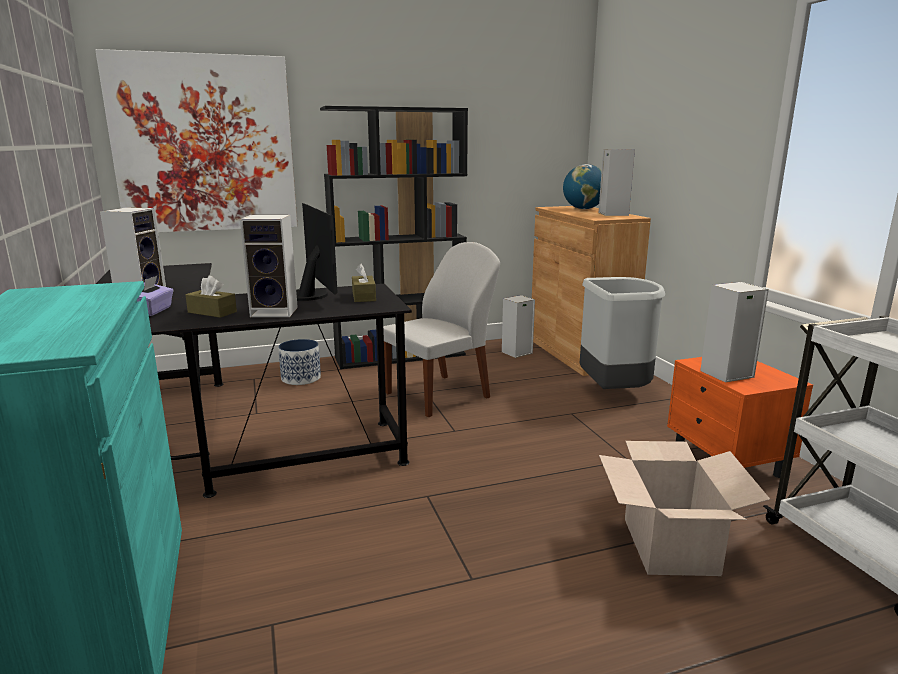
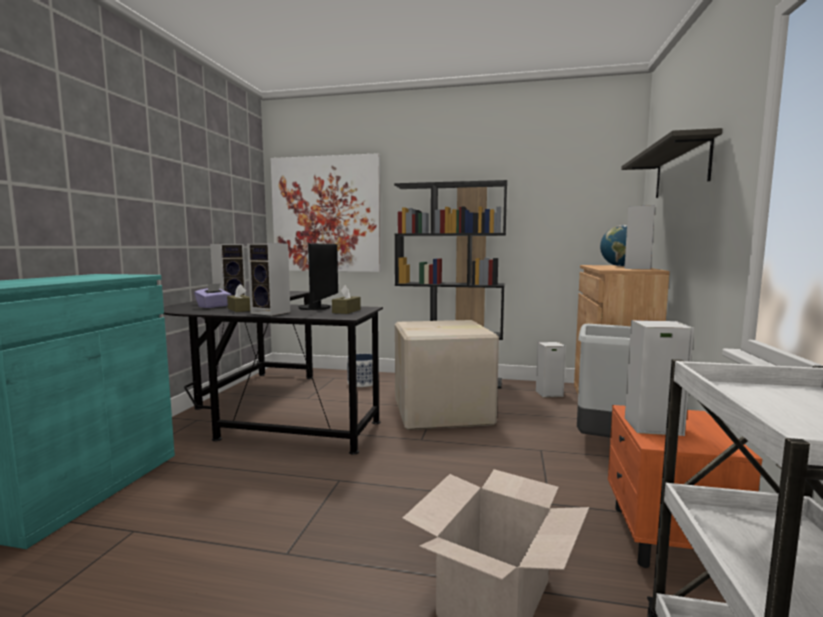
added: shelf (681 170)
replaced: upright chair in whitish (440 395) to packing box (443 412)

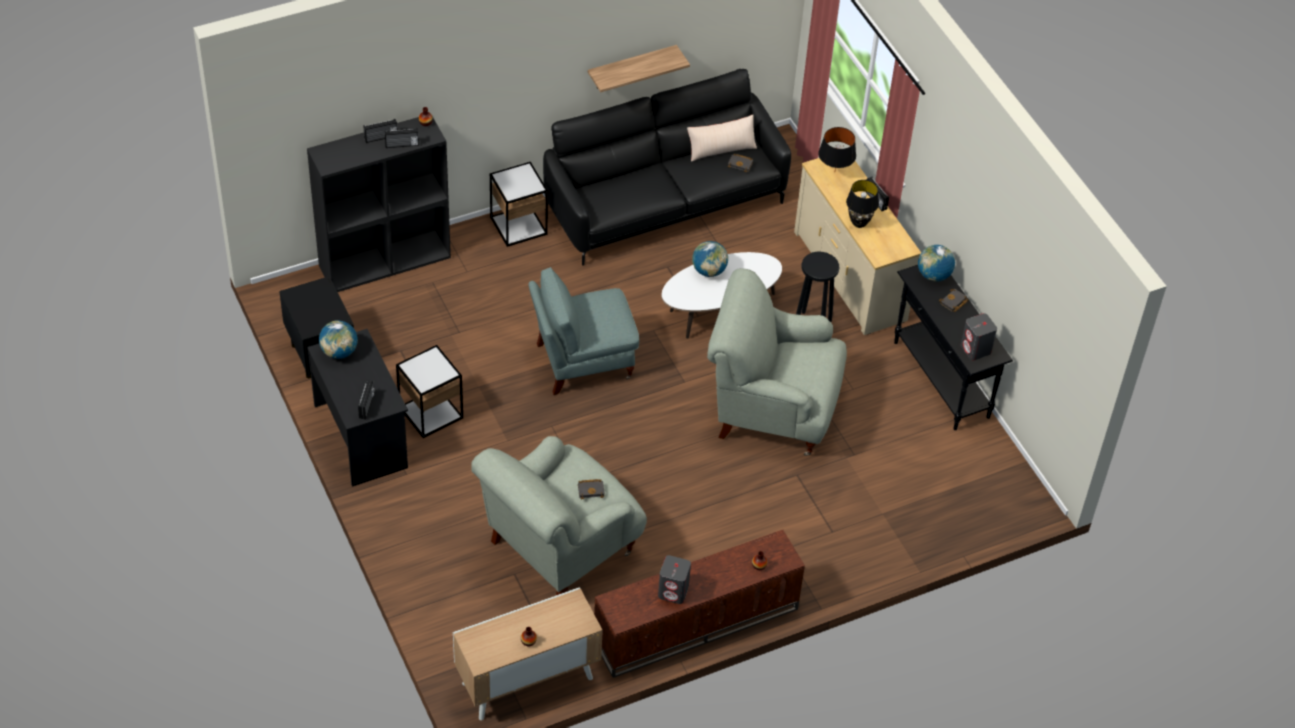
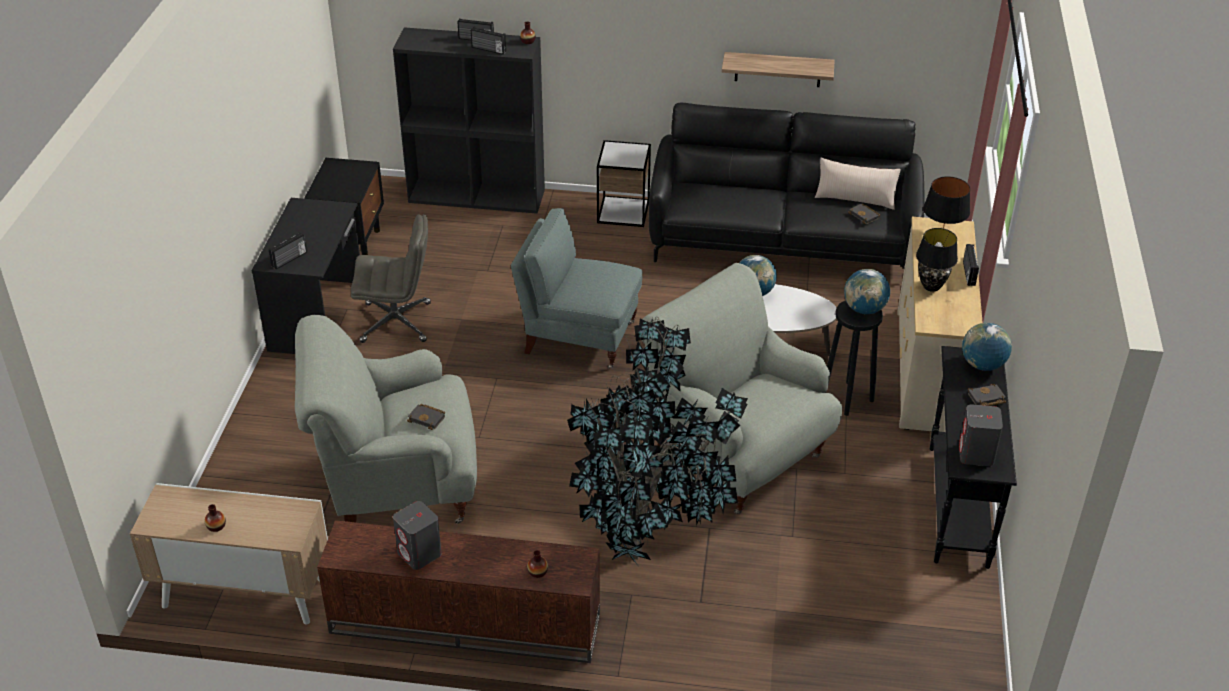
added: plant in a pot (649 557)
moved: desk globe (339 352) to (864 309)
replaced: side table (431 412) to desk chair in greyish (397 322)

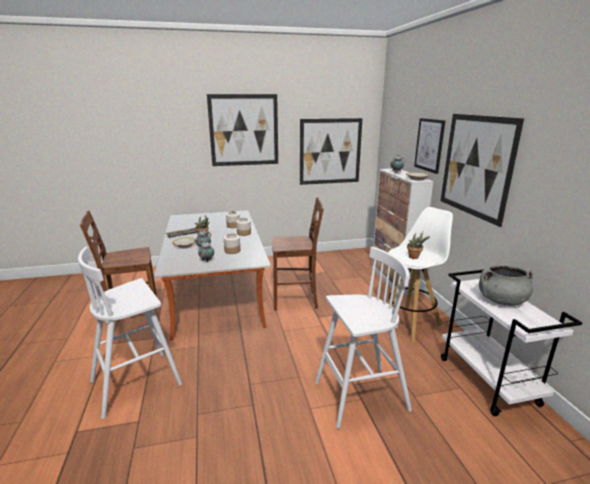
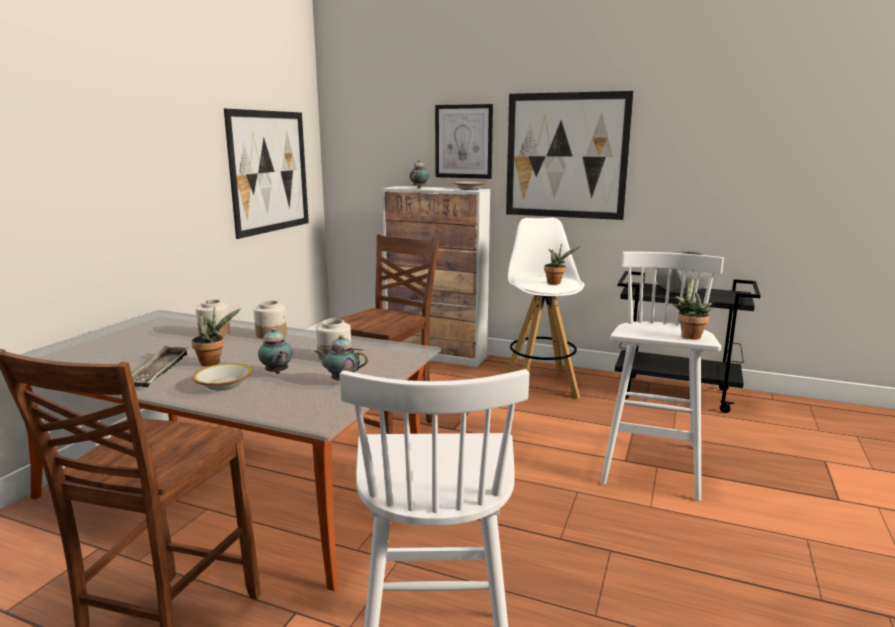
removed: wall art (244 130)
added: plant in a pot (689 335)
recoloured: trolley in whitish (488 381) to trolley in blackish (676 393)

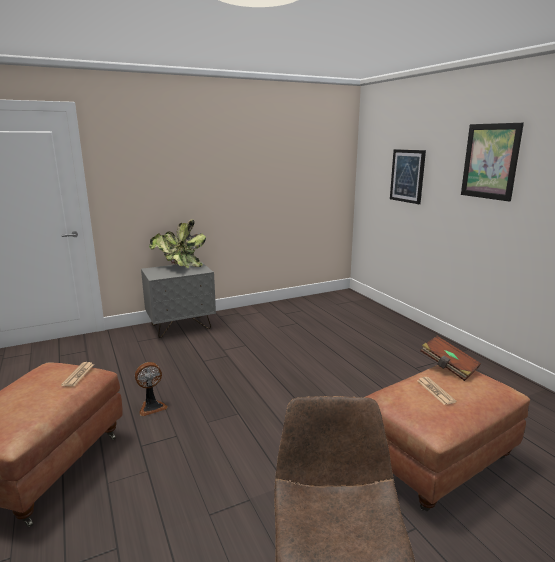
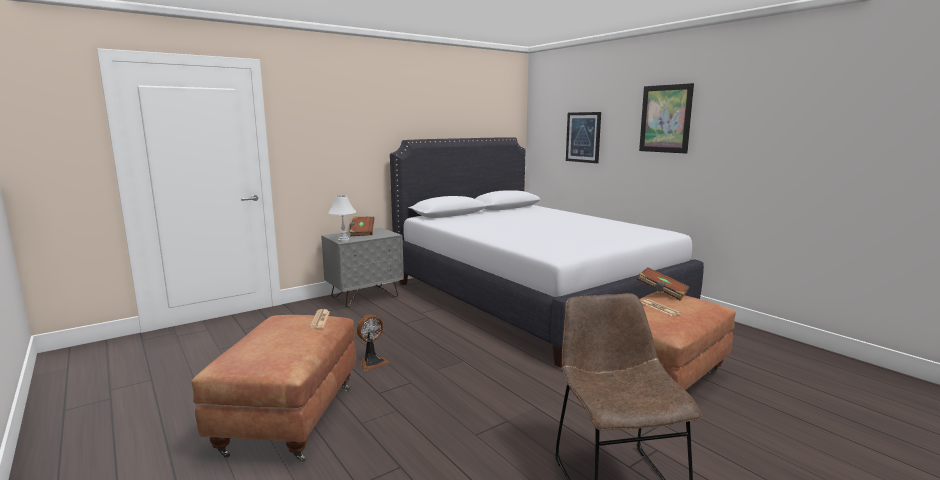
added: table lamp in whitish (343 241); sleeping bed in whitish (532 298)
replaced: plant in a pot (178 267) to bound book in brown-coloured (361 233)

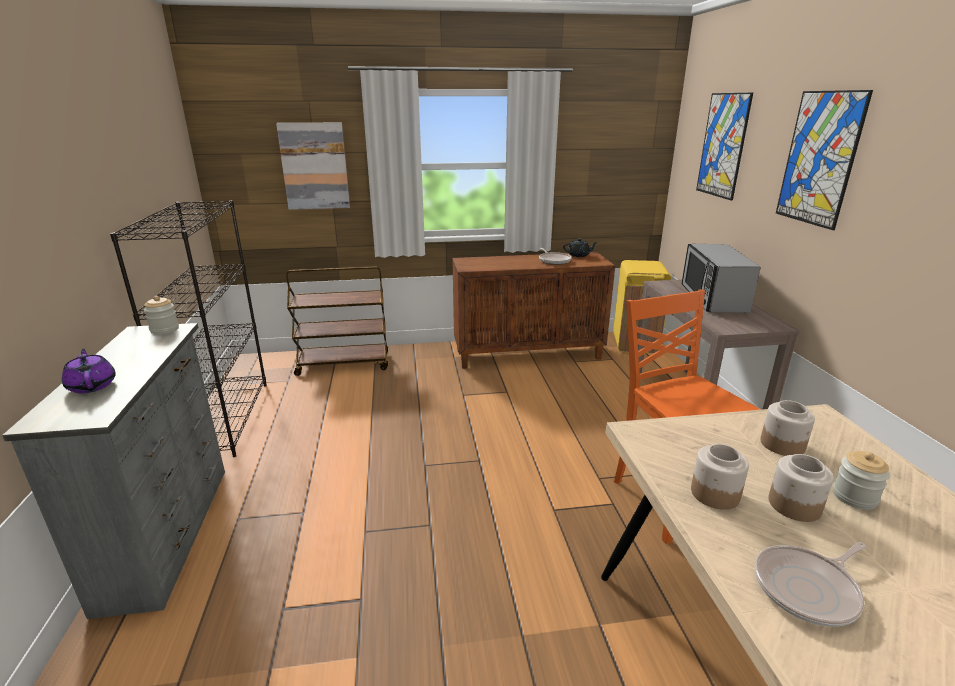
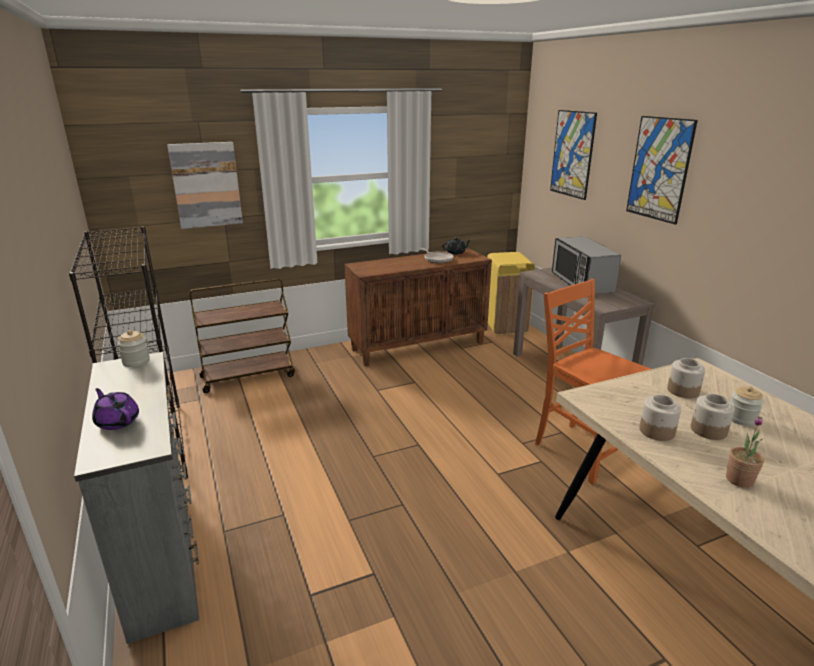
replaced: pan (808 589) to plant in a pot (739 480)

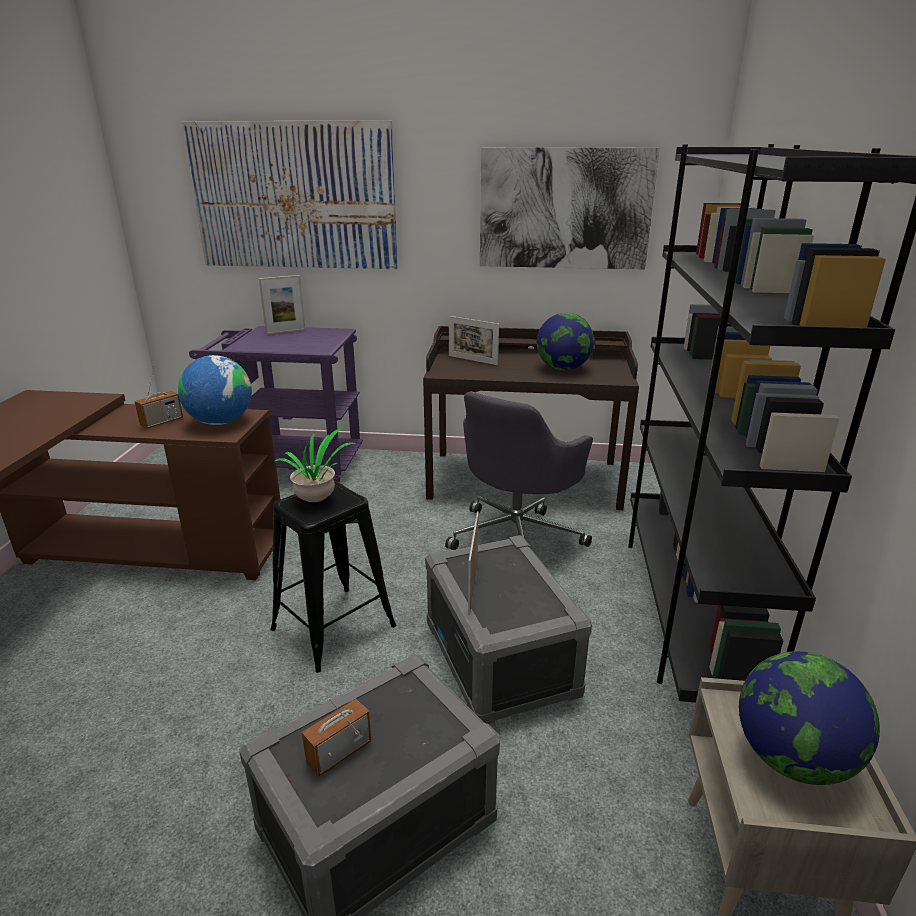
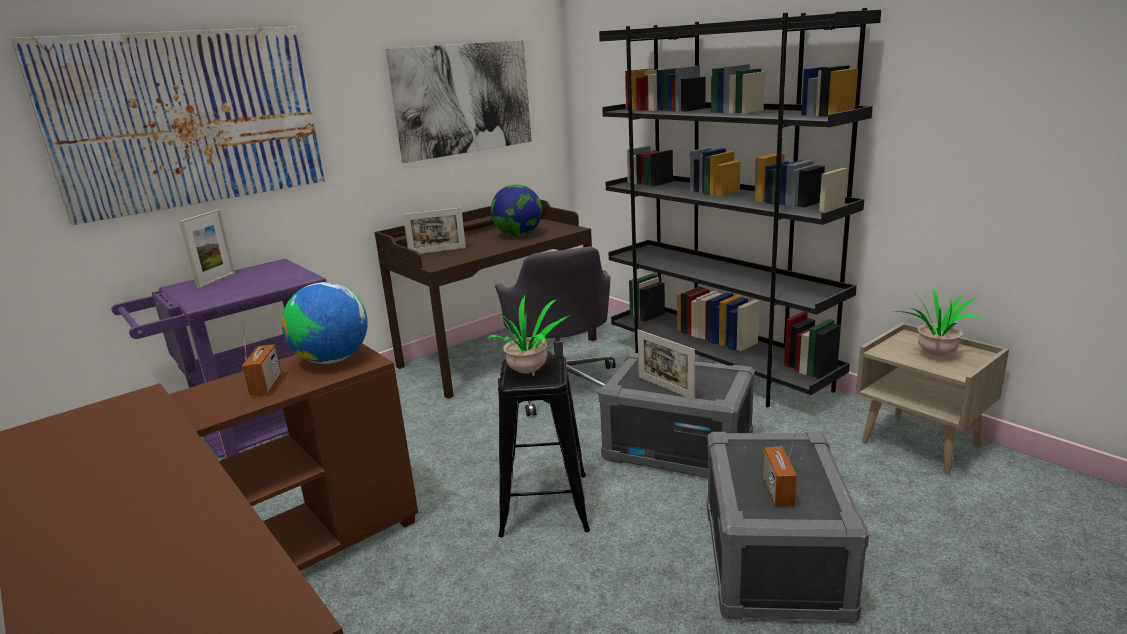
replaced: desk globe (792 759) to plant in a pot (934 354)

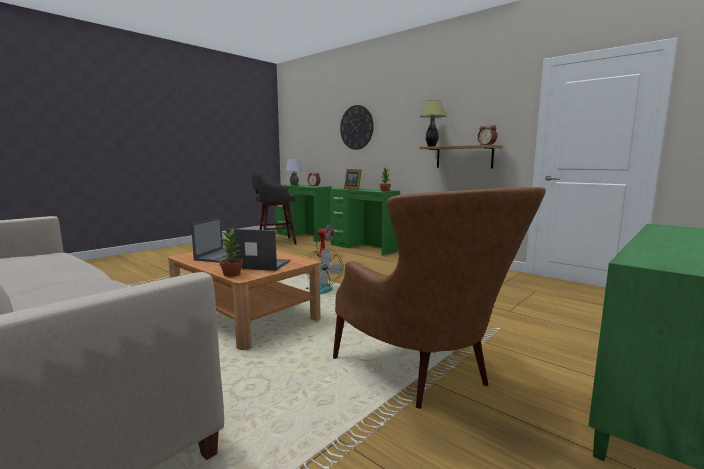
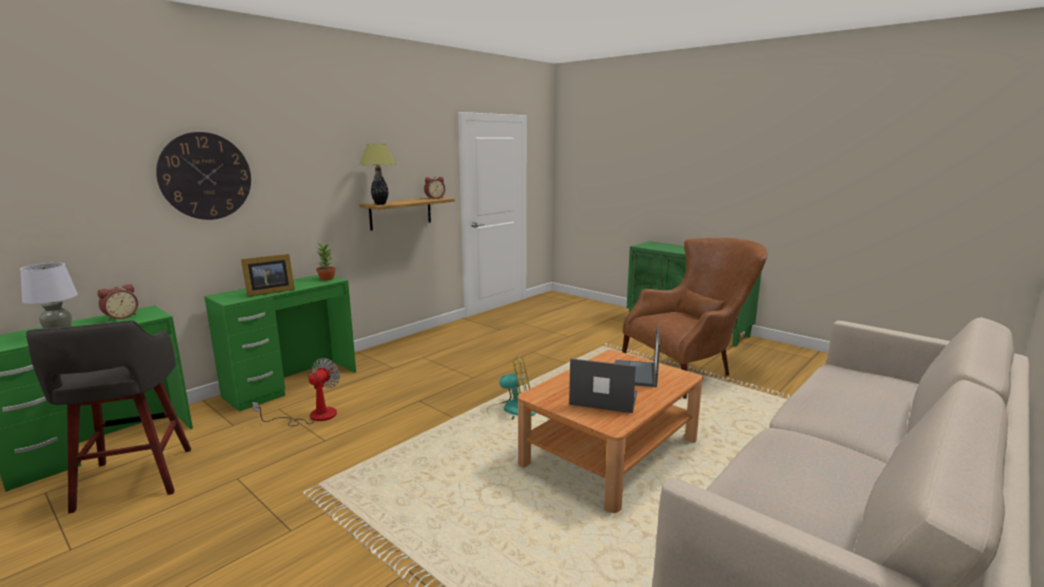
removed: plant in a pot (232 274)

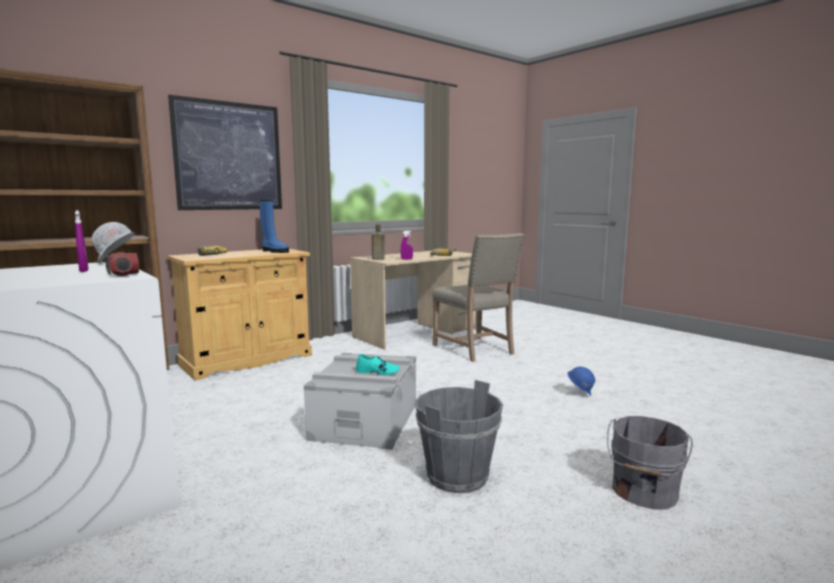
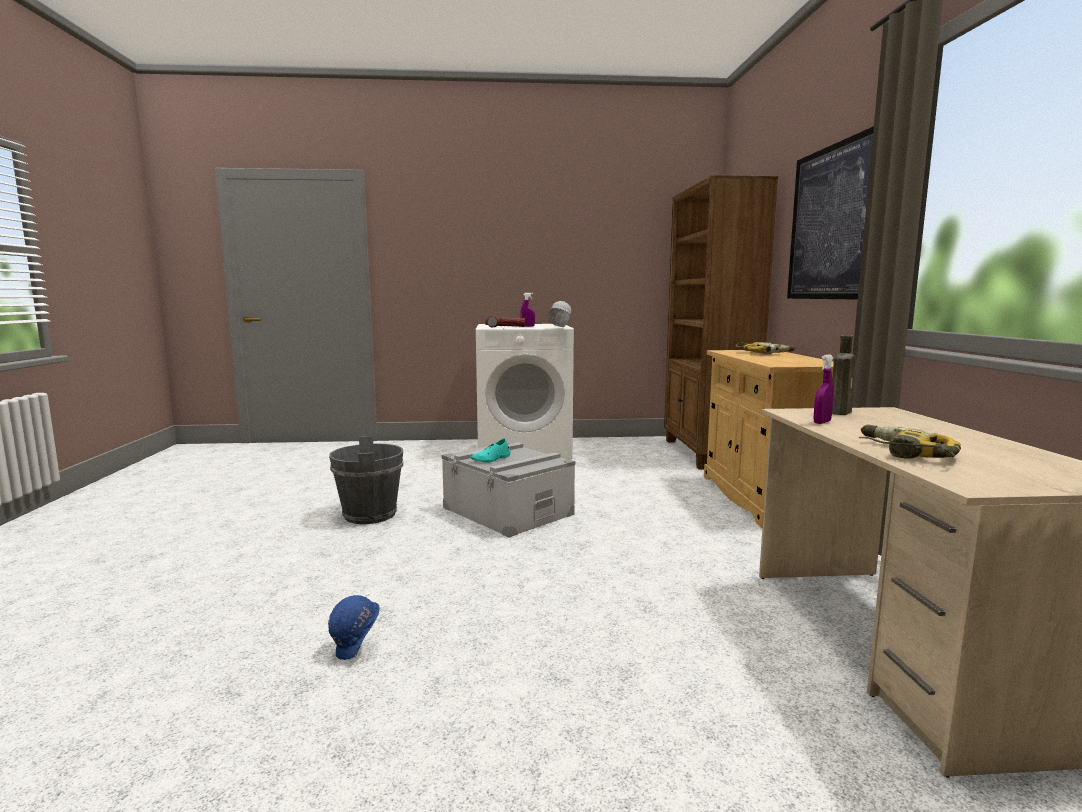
removed: tall boot in blue-coloured (274 251); upright chair in sand-coloured (475 349); bucket in greyish (643 492)

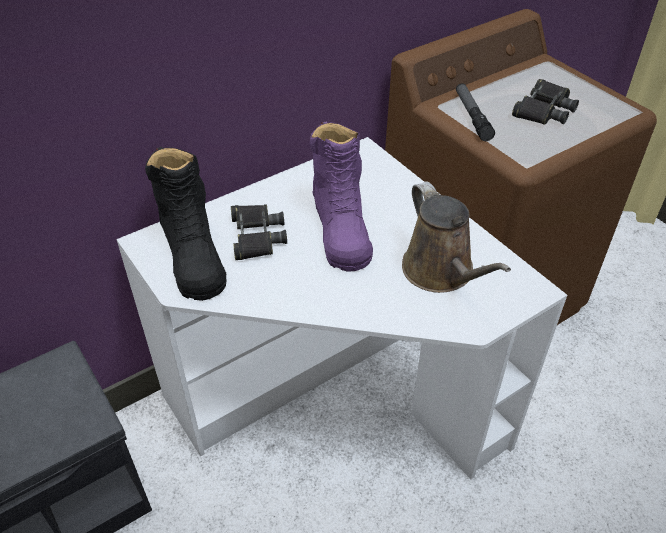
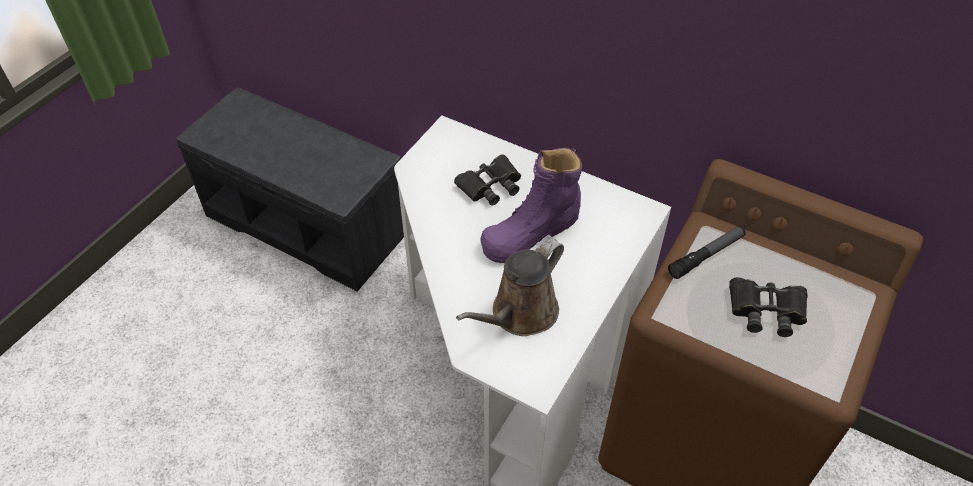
removed: tall boot in blackish (193 256)

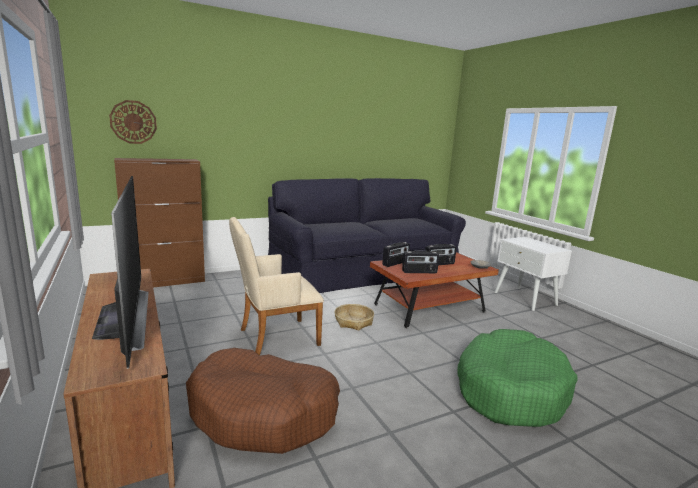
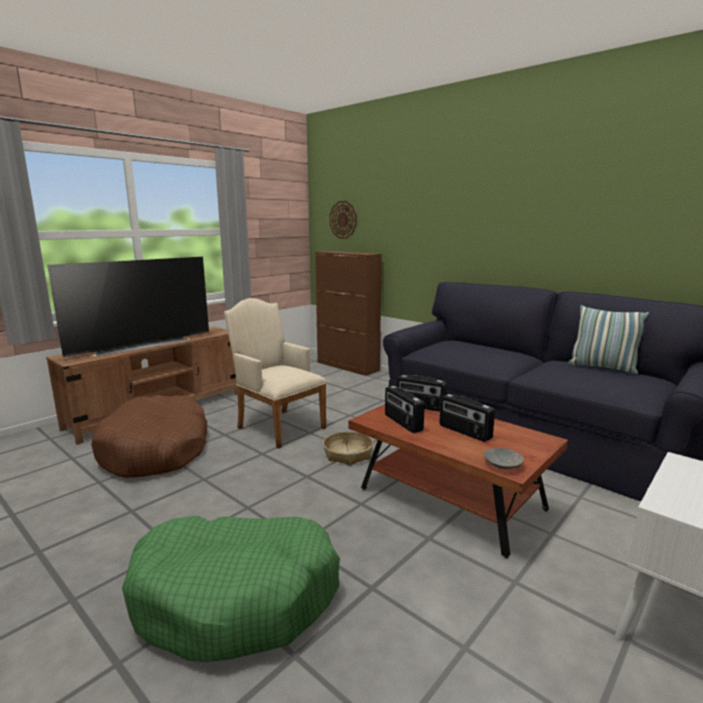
added: pillow (602 368)

